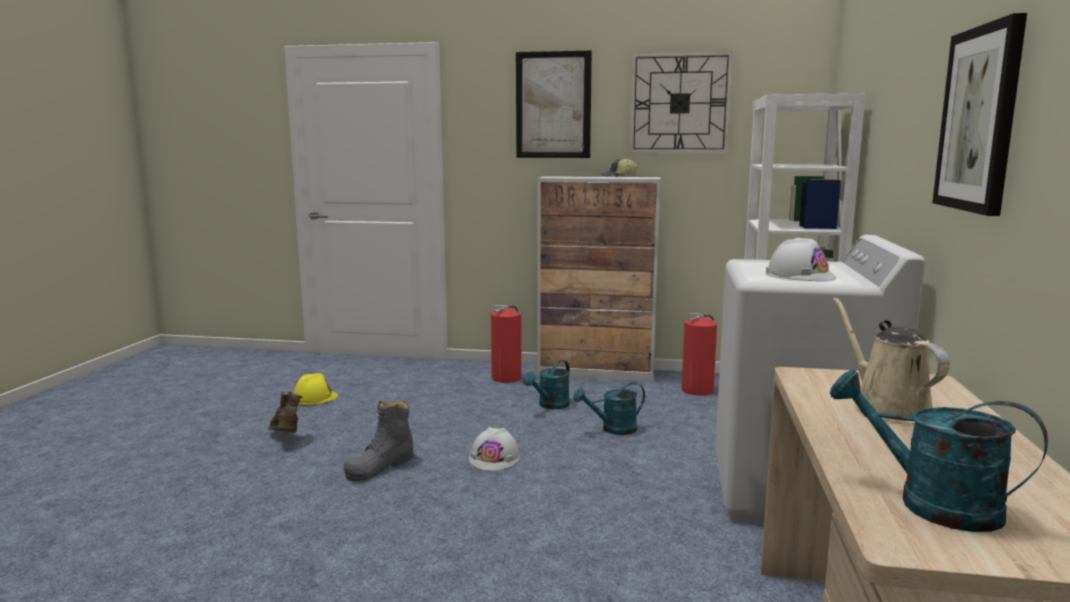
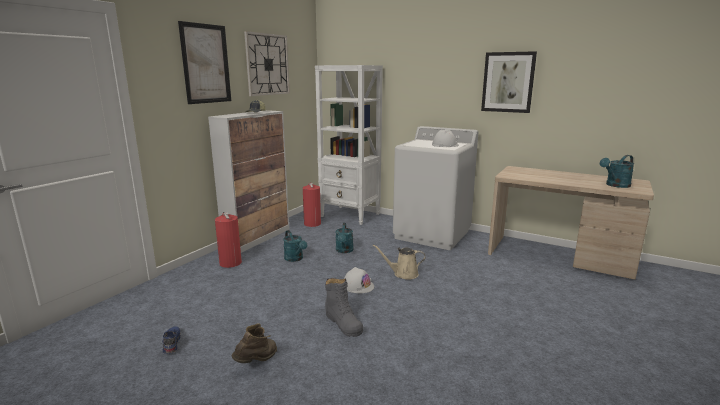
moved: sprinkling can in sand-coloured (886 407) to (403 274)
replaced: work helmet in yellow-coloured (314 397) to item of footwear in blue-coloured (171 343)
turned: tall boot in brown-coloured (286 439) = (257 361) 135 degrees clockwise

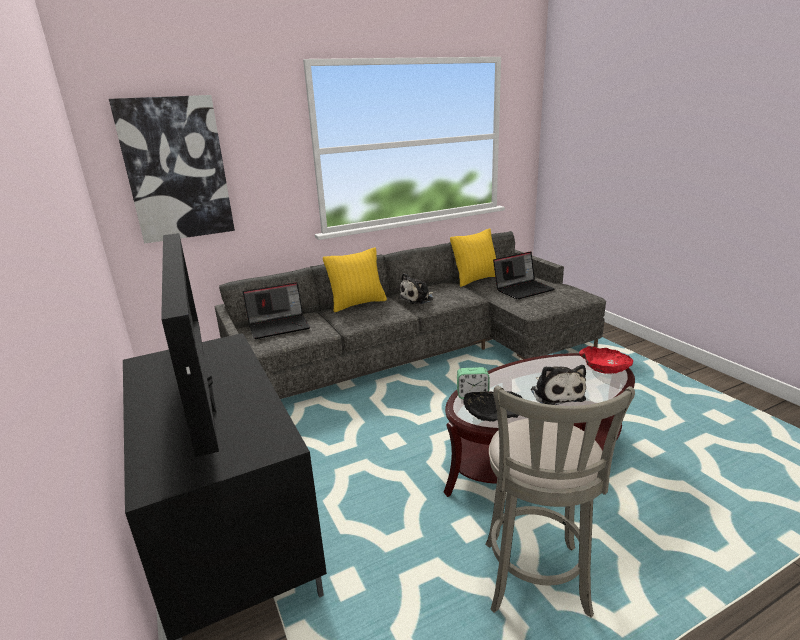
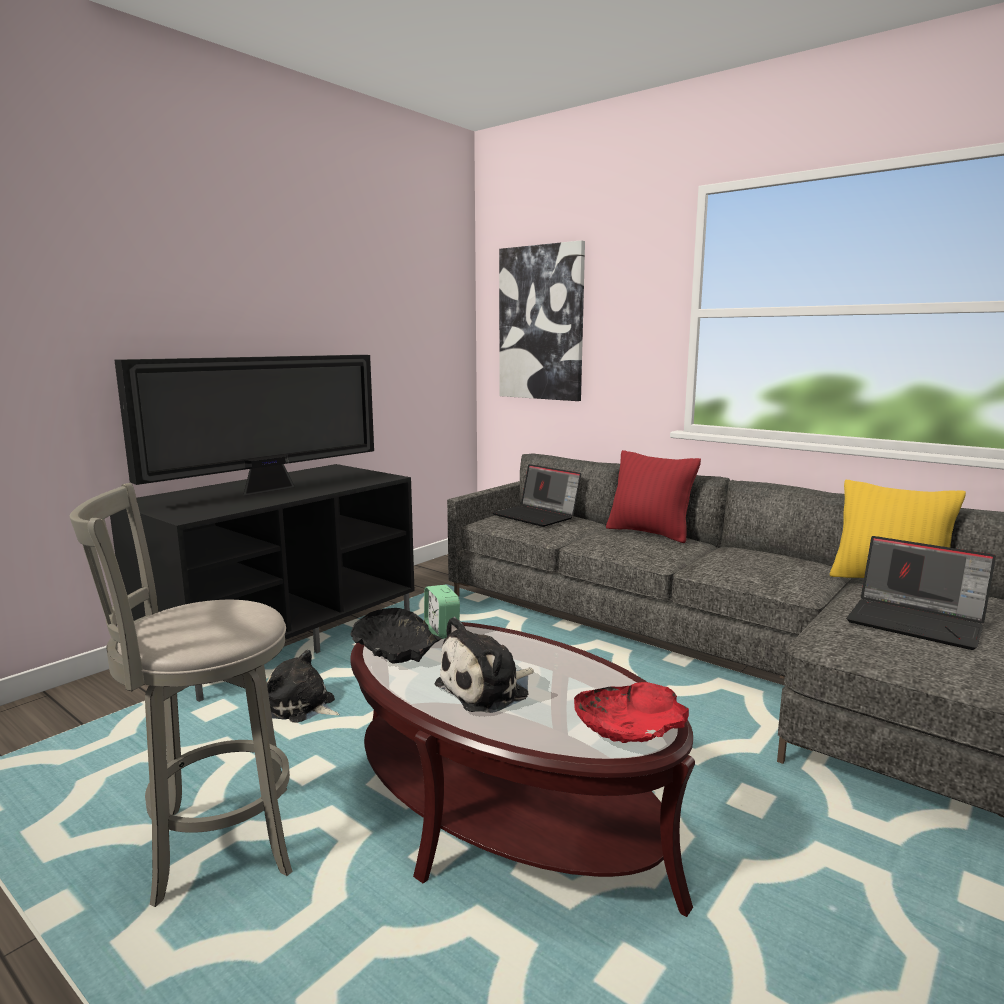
moved: soft toy (418 298) to (302 708)
recoloured: pillow in yellow-coloured (357 304) to pillow in red-coloured (649 533)

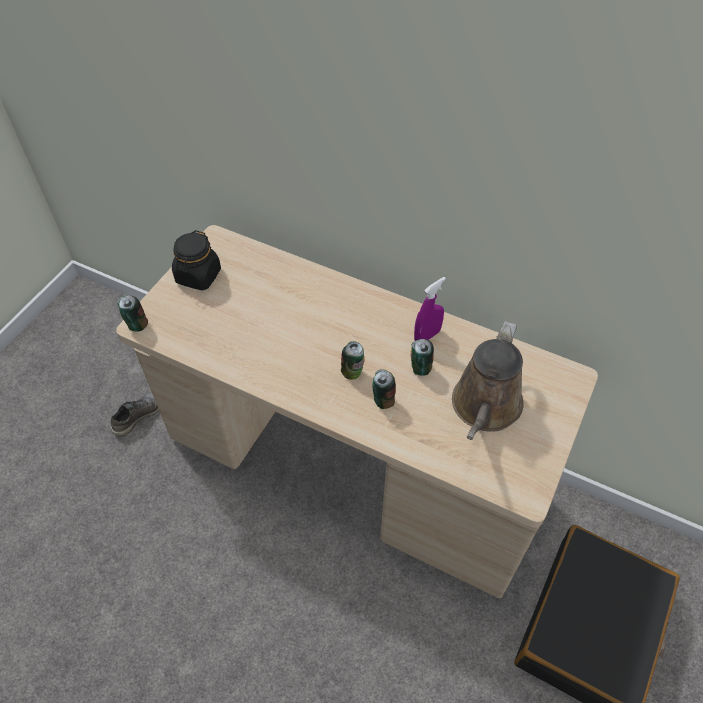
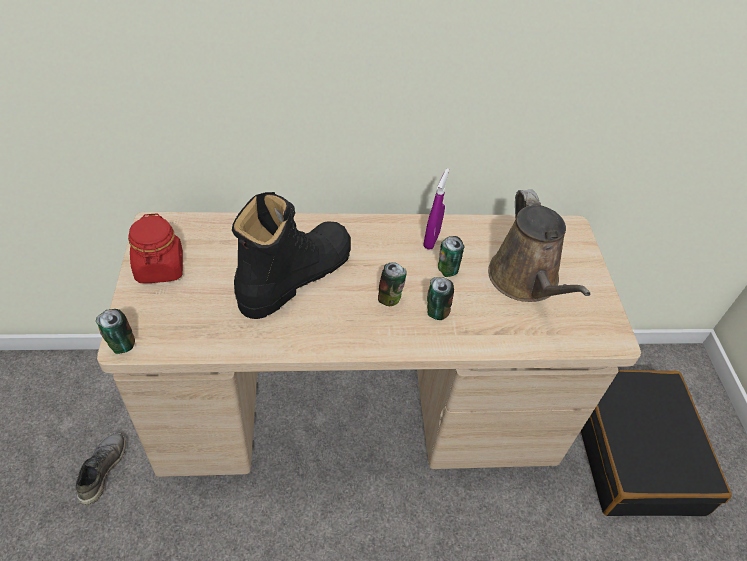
added: tall boot in blackish (294 276)
recoloured: jar in blackish (198 276) to jar in red-coloured (160 268)

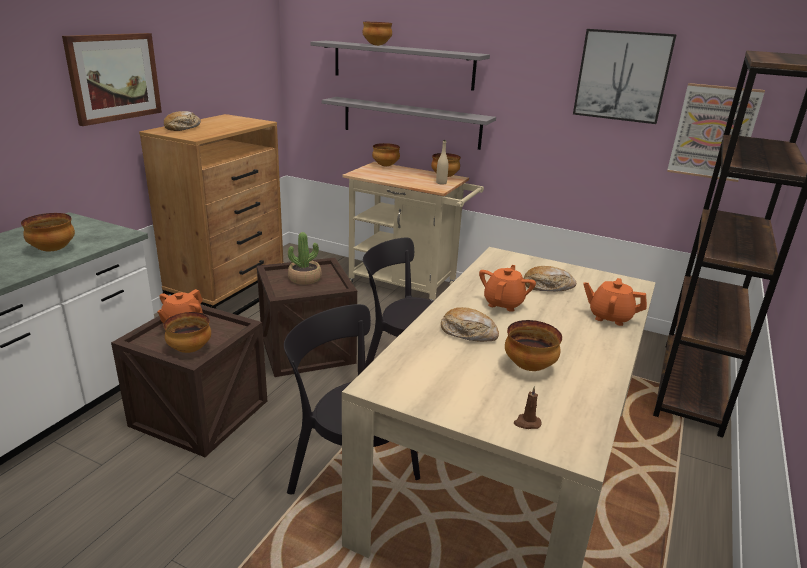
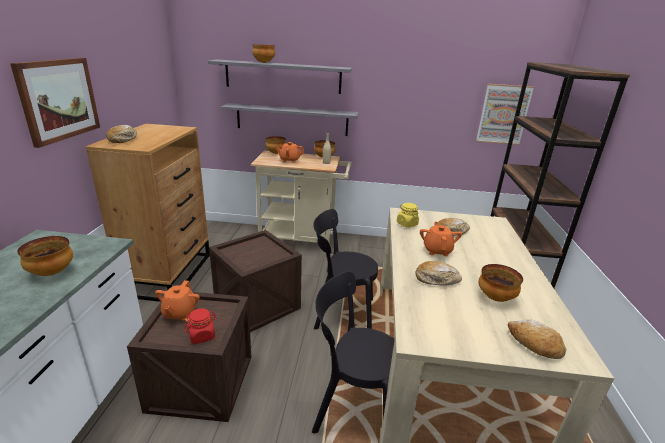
removed: plant in a pot (305 278); wall art (622 76)
added: jar in yellow-coloured (407 224)
moved: tea pot in orangey (609 317) to (289 160)
replaced: deep dish (189 350) to jar in red-coloured (202 335); wax candle in brown-coloured (527 423) to bakery bread (534 344)

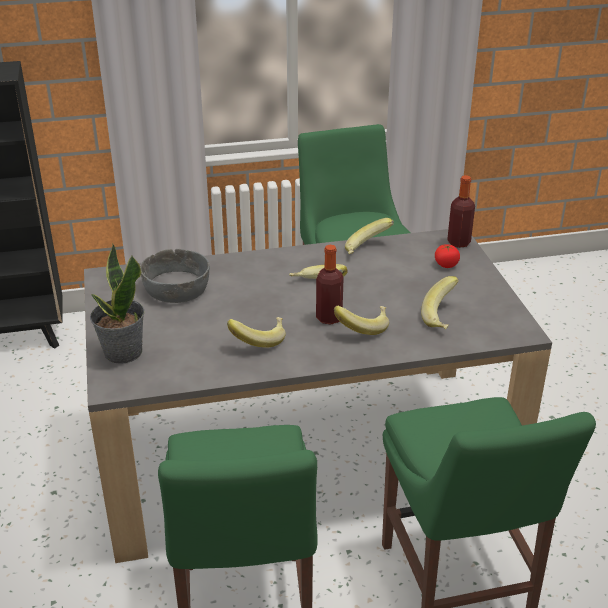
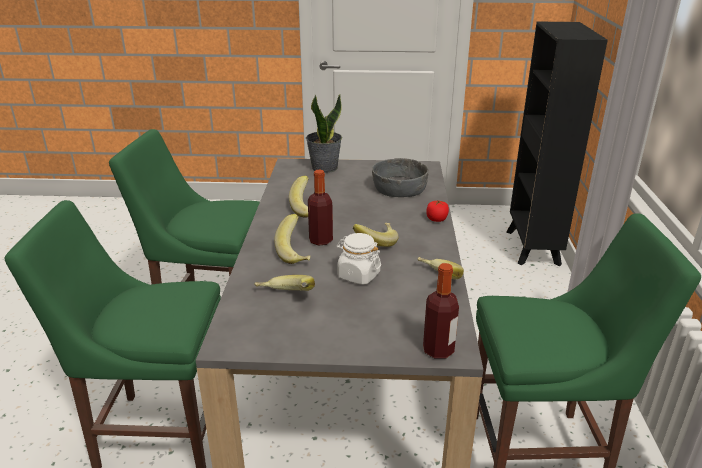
added: jar in whitish (358 275)
moved: fresh tomato (446 264) to (436 219)

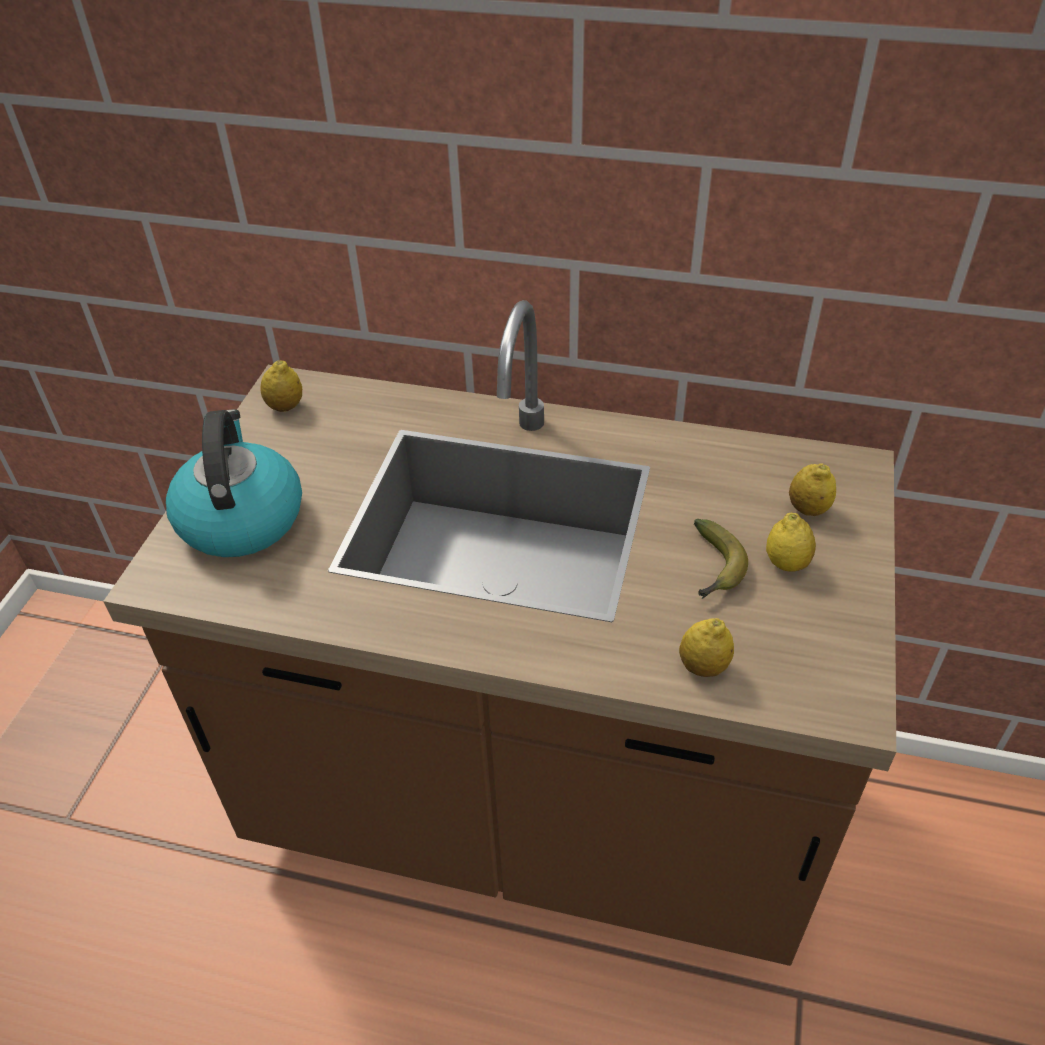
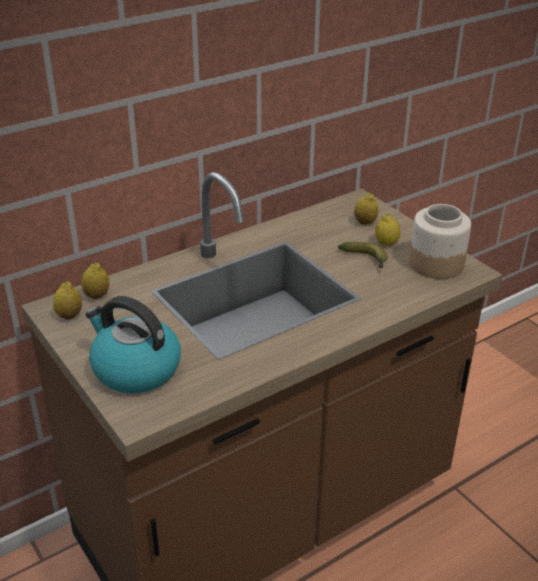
added: jar (435 264)
moved: citrus fruit (703 667) to (97 295)

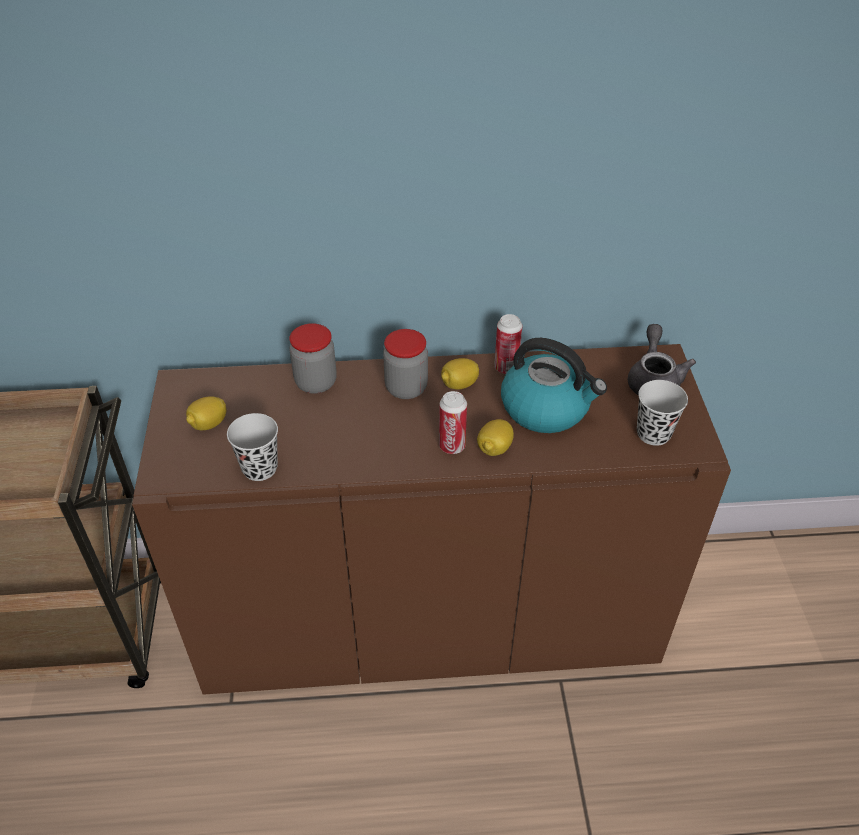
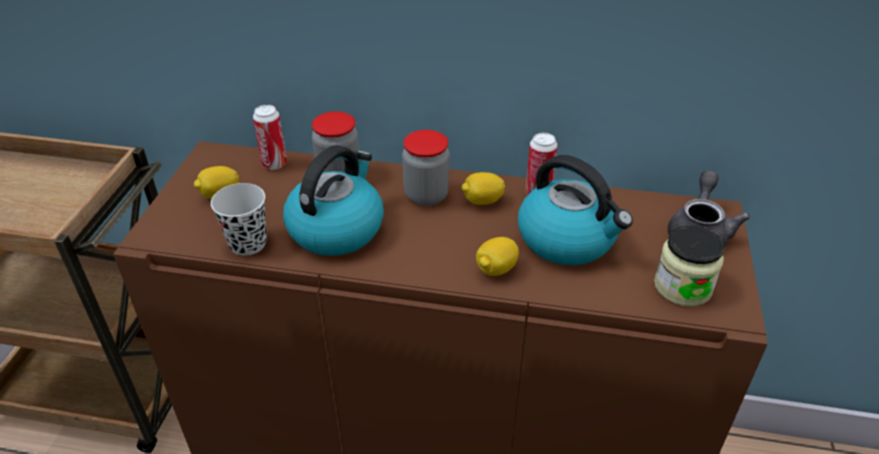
added: tea kettle (336 228)
moved: metal can (452 446) to (274 164)
replaced: drinking cup in blackish (653 433) to jar (682 287)

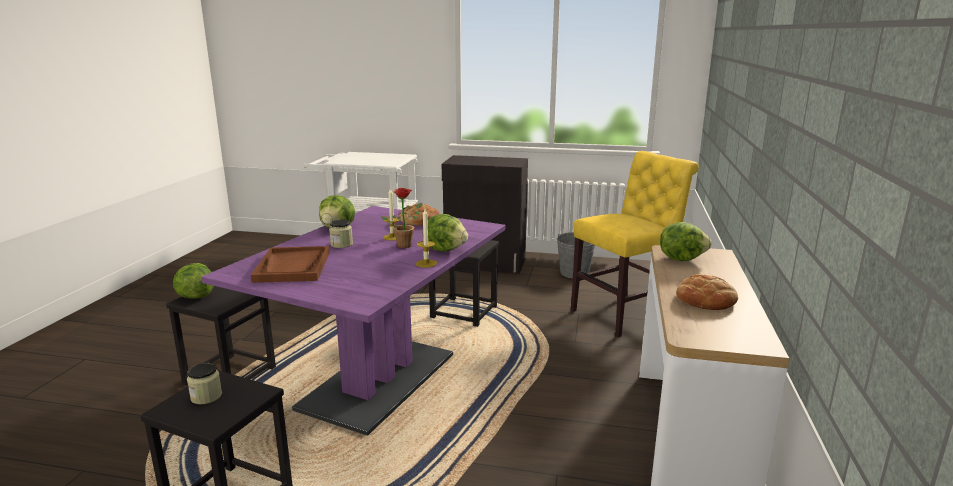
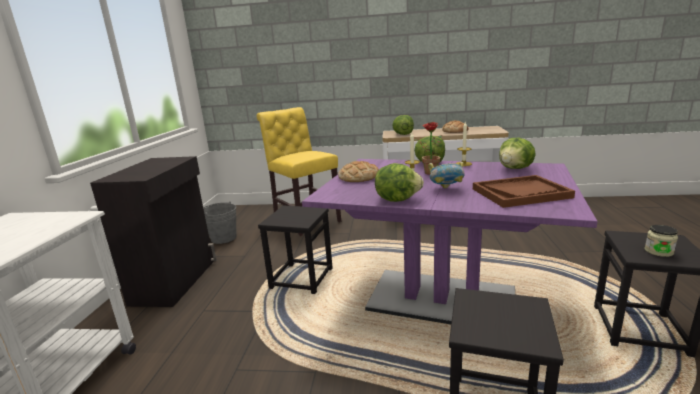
moved: head of lettuce (195 296) to (515 168)
replaced: jar (341 244) to deep dish (446 189)

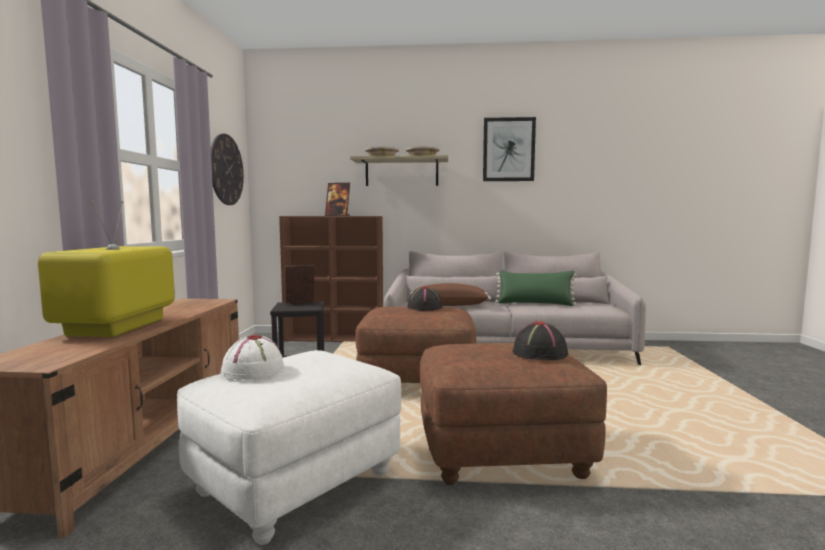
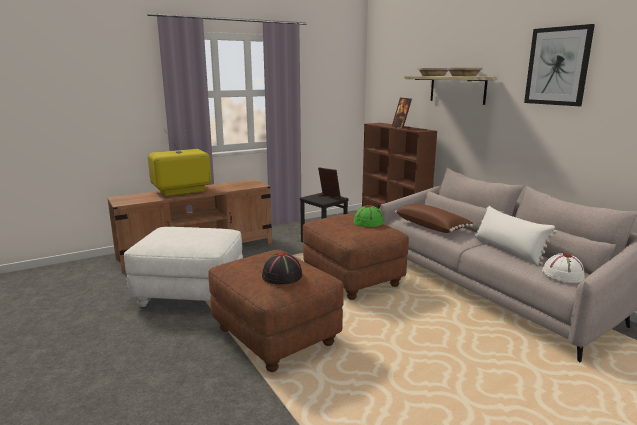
removed: clock on the wall (226 170)
moved: wearable hat in whitish (253 370) to (562 274)
recoloured: wearable hat in blackish (425 307) to wearable hat in green (368 222); pillow in green (535 304) to pillow in whitish (508 250)

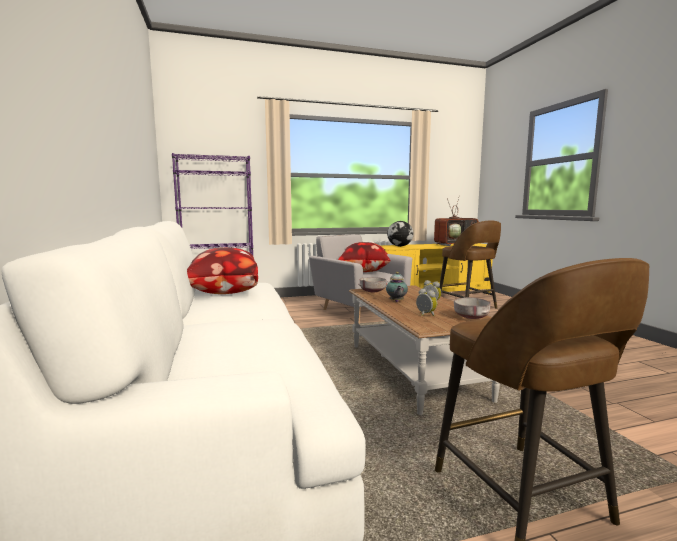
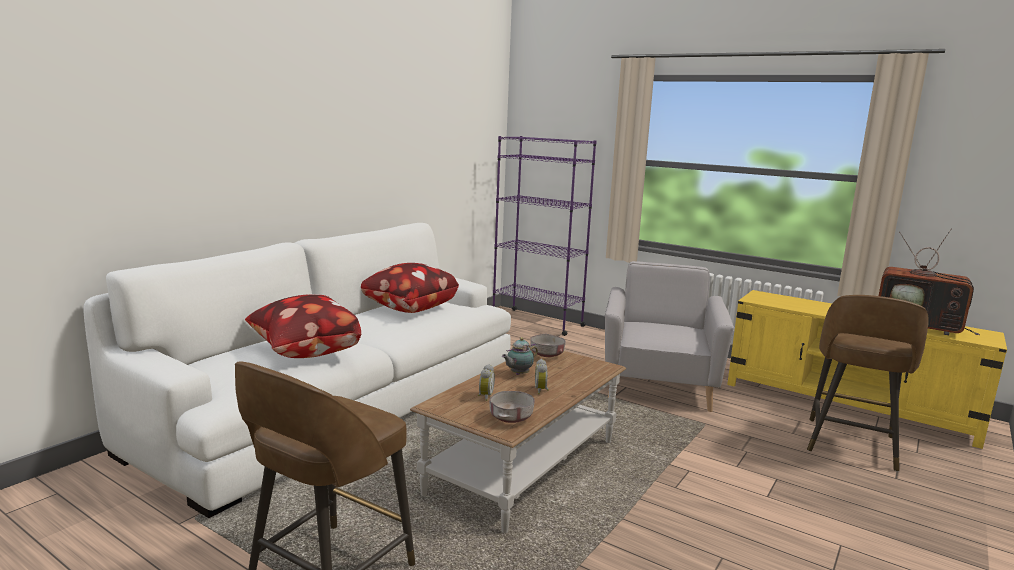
removed: desk globe (400 246)
moved: pillow (364 271) to (304 353)

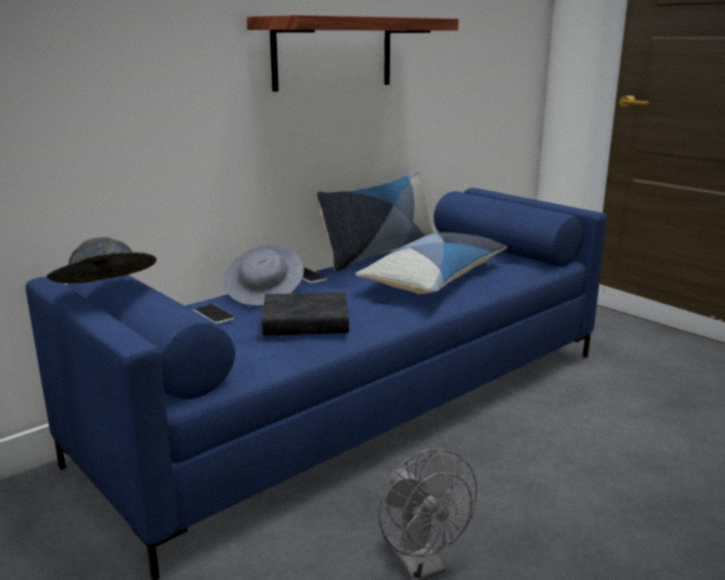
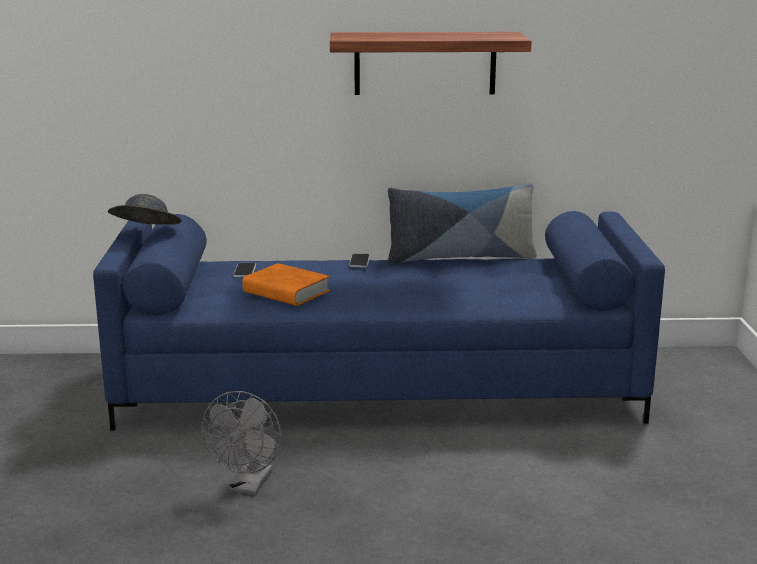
removed: wearable hat in greyish (265 293); pillow (436 278)
recoloured: bound book in blackish (305 323) to bound book in orangey (286 292)

